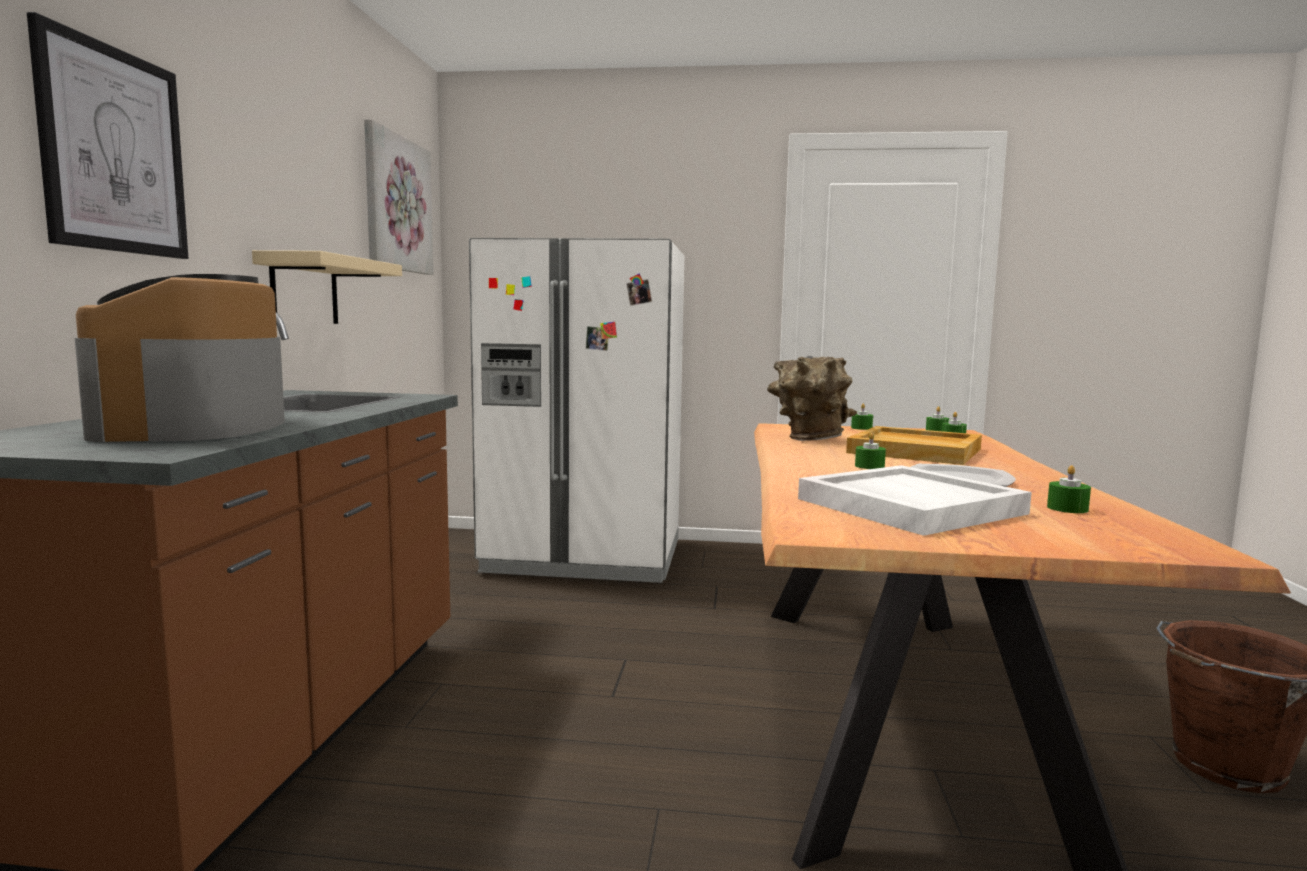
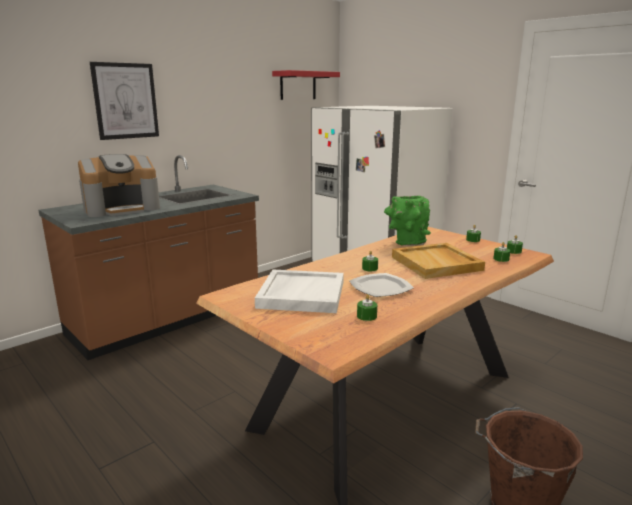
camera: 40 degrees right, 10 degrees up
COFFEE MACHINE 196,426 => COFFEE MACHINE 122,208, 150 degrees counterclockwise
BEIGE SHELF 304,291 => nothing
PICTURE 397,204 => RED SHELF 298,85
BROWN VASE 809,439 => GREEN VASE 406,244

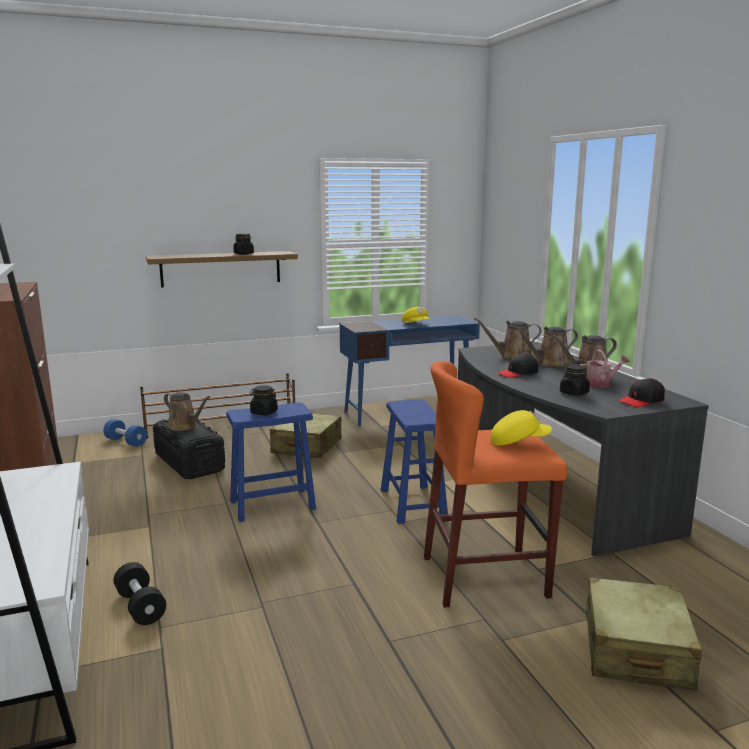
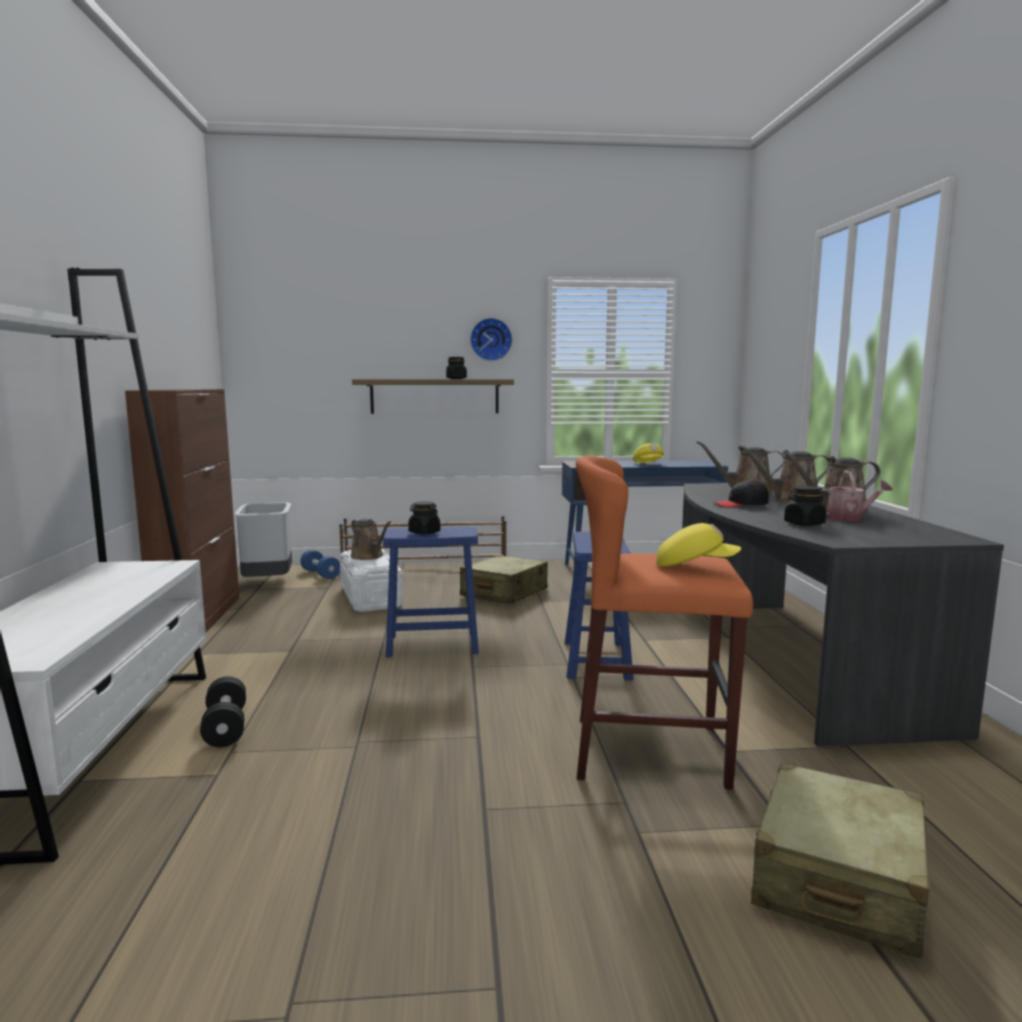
camera: 15 degrees right, 5 degrees down
BLACK STORAGE BOX 189,462 => WHITE STORAGE BOX 371,597
BLACK CAP 641,401 => nothing
nothing => GREY TRASH CAN 269,582
nothing => WALL CLOCK 491,339

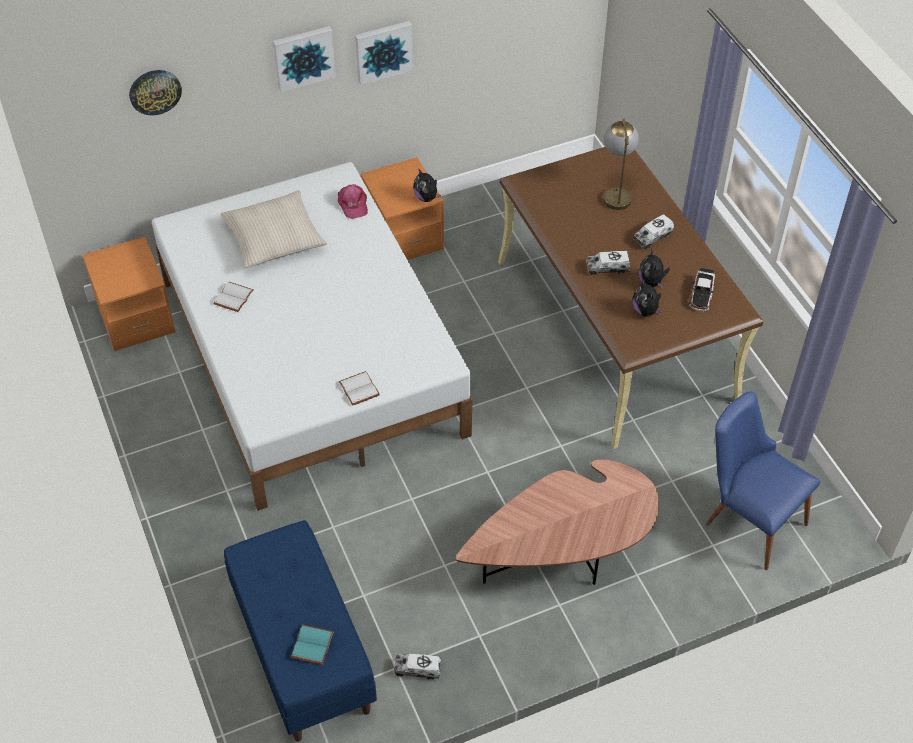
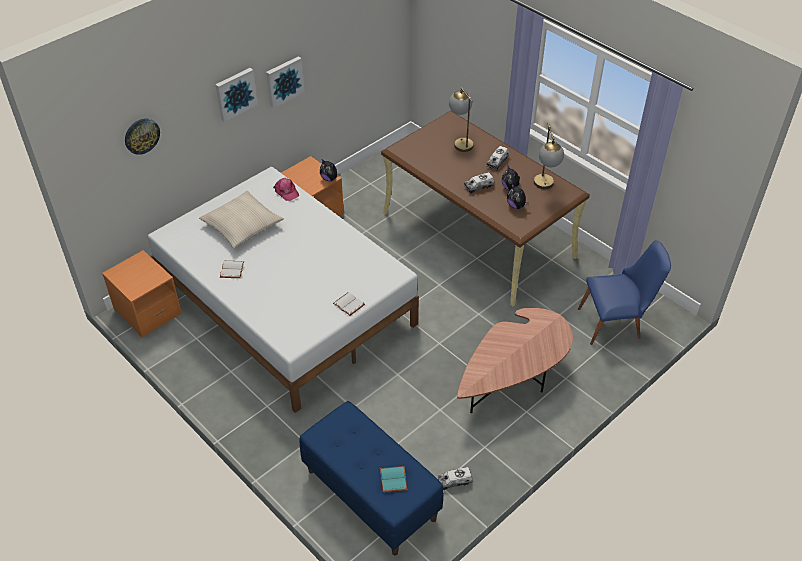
camera: 20 degrees left, 5 degrees down
TOY CAR 701,294 => TABLE LAMP 545,187
BLUE CHAIR 748,518 => BLUE CHAIR 616,324, 150 degrees clockwise

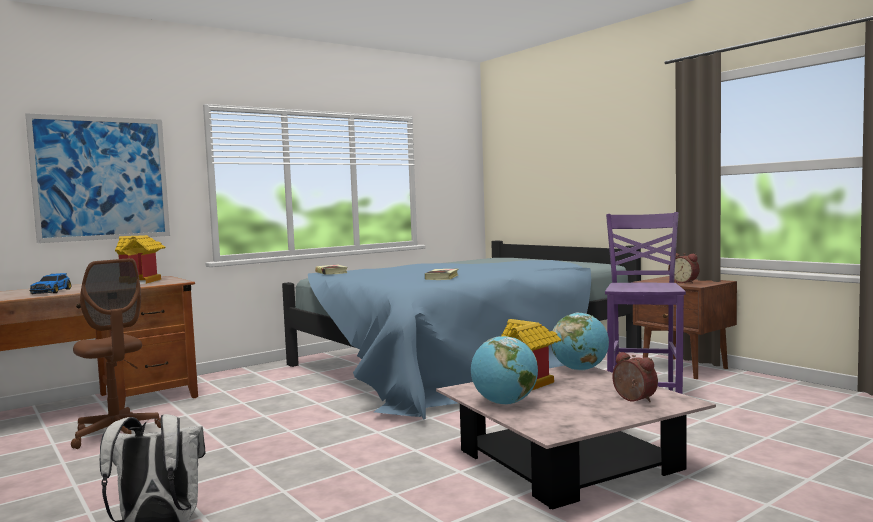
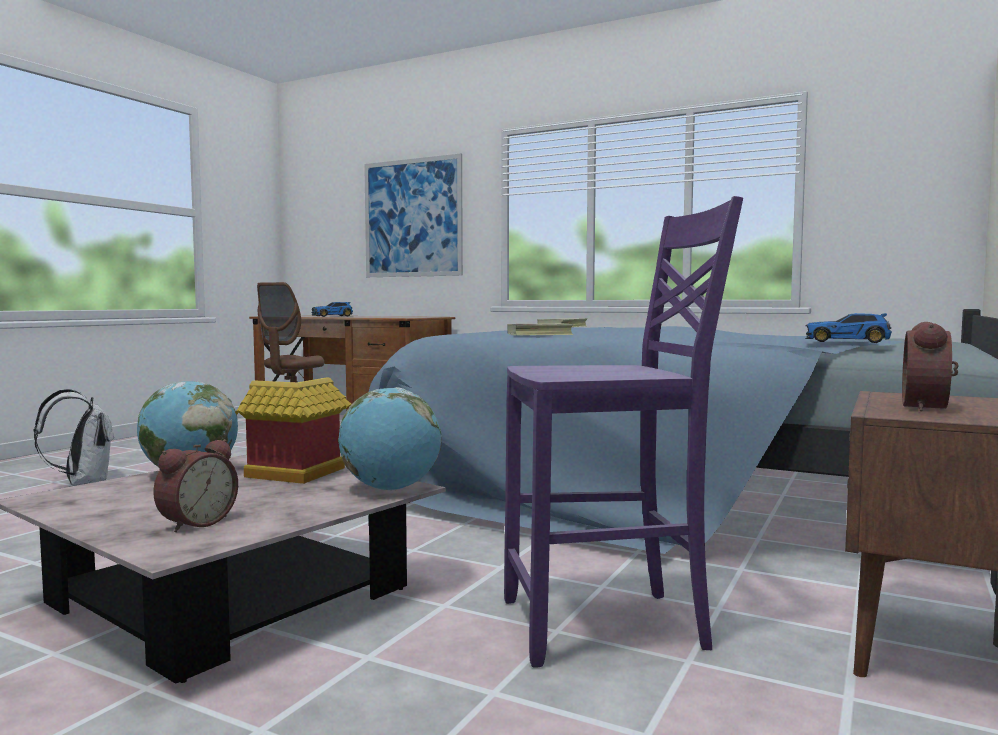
camera: 65 degrees right, 0 degrees up
TOY HOUSE 143,281 => nothing
nothing => TOY CAR 848,341

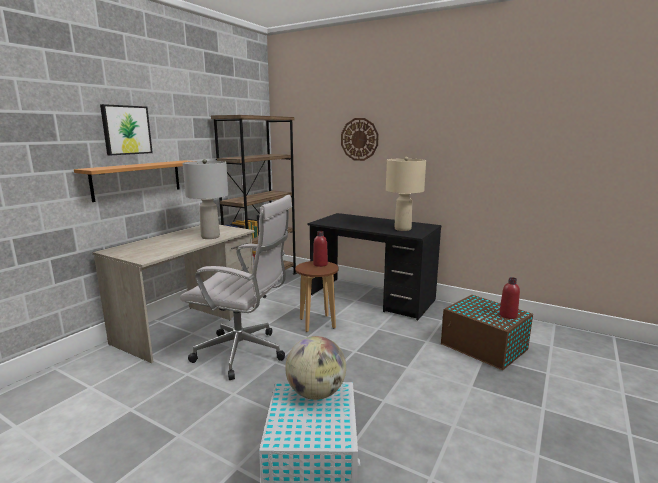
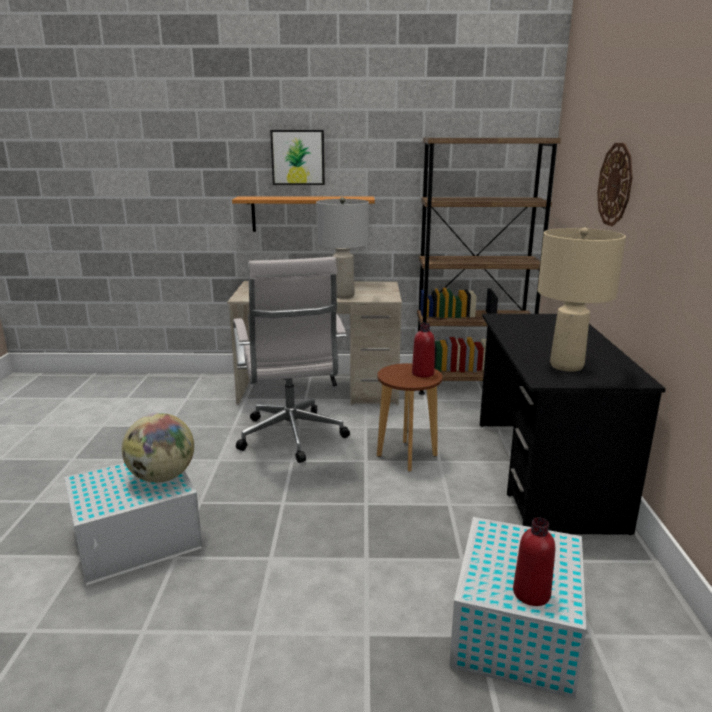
camera: 60 degrees right, 5 degrees up
BROWN STORAGE BOX 484,347 => WHITE STORAGE BOX 514,632

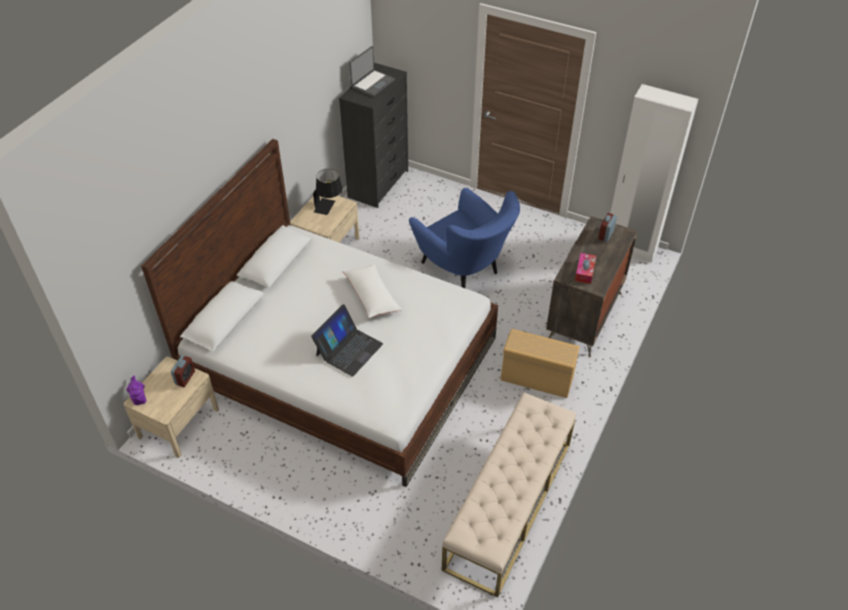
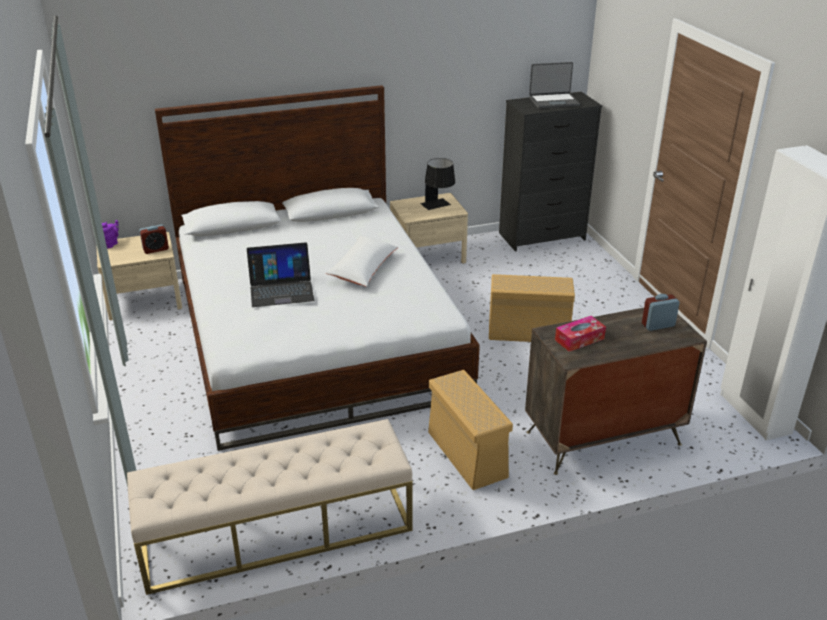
camera: 45 degrees right, 15 degrees down
BLUE ARMCHAIR 464,270 => BEIGE STORAGE BOX 527,333

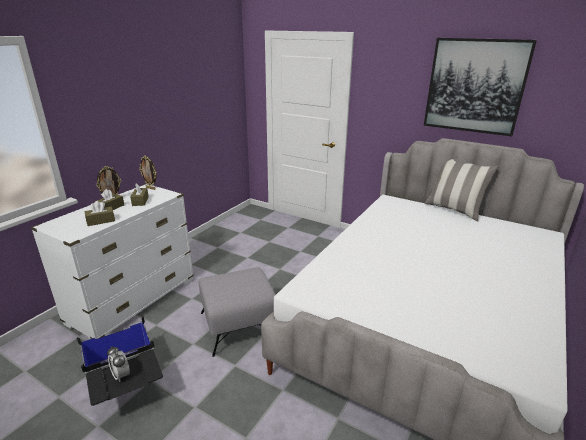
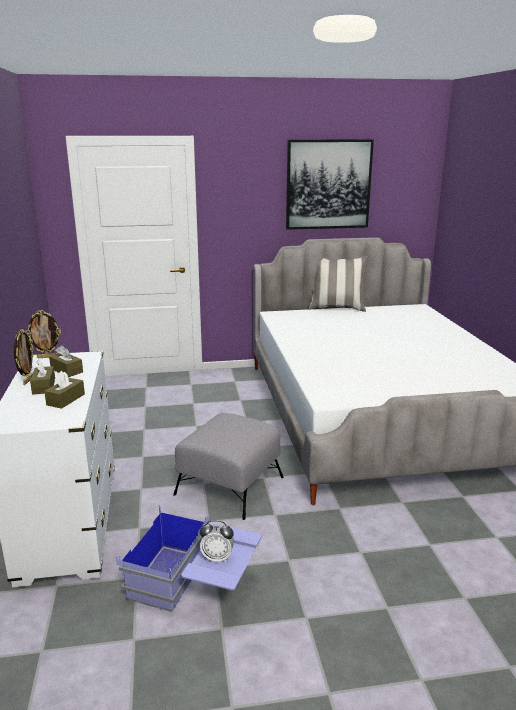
camera: 40 degrees left, 5 degrees down
BLACK STORAGE BOX 126,385 => BLUE STORAGE BOX 194,586

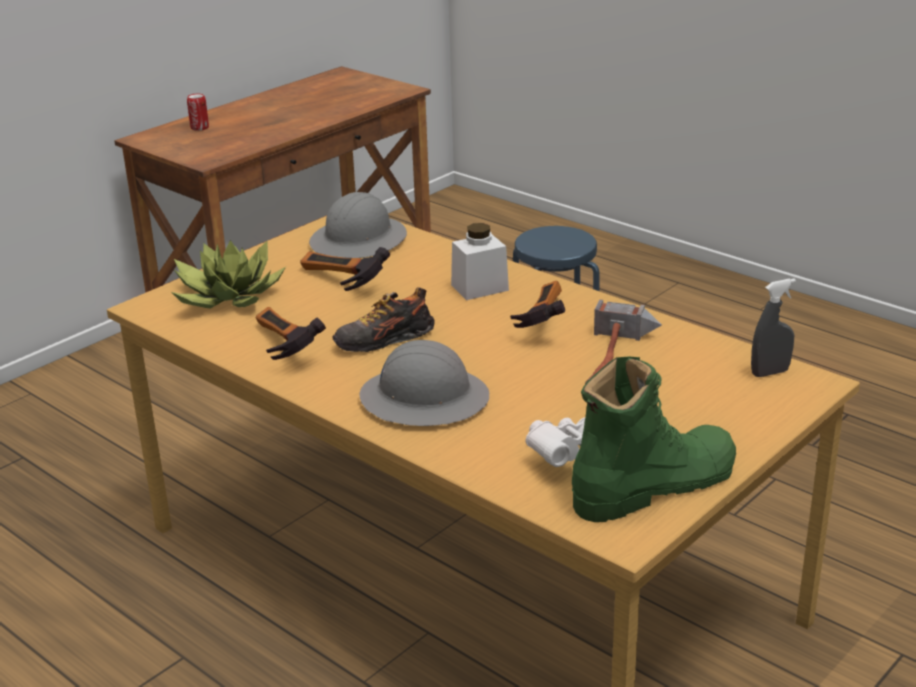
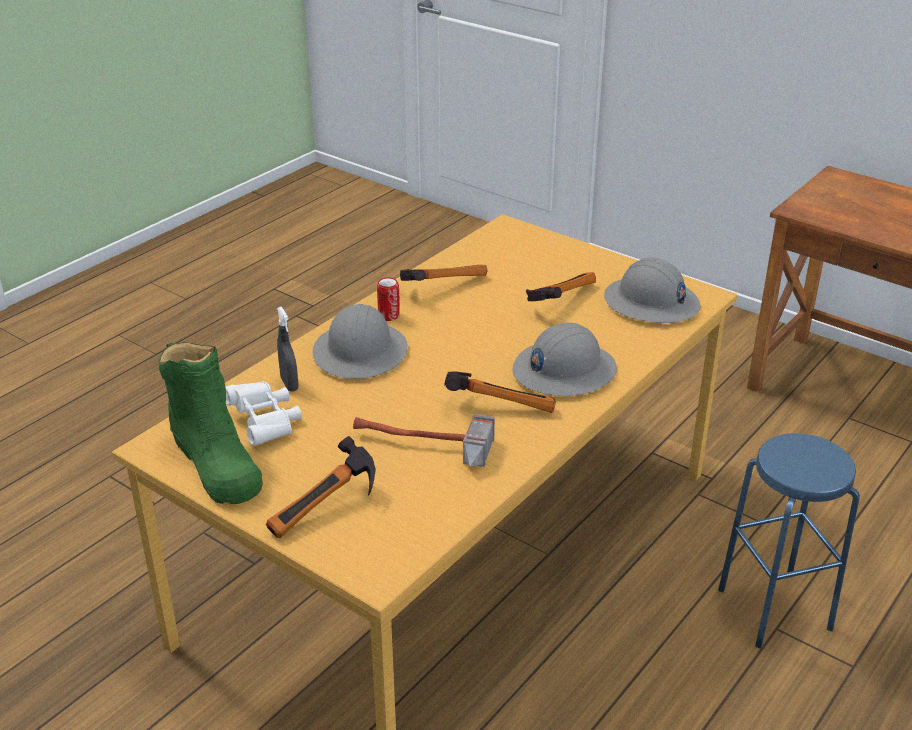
camera: 85 degrees right, 5 degrees up
POTTED PLANT 226,297 => nothing
CAN 199,127 => CAN 389,316, moved
SHOE 383,340 => nothing
WHITE JAR 479,288 => GREY HARD HAT 563,371
GREY SPRAY BOTTLE 770,372 => GREY SPRAY BOTTLE 289,384, moved
nothing => HAMMER 327,512

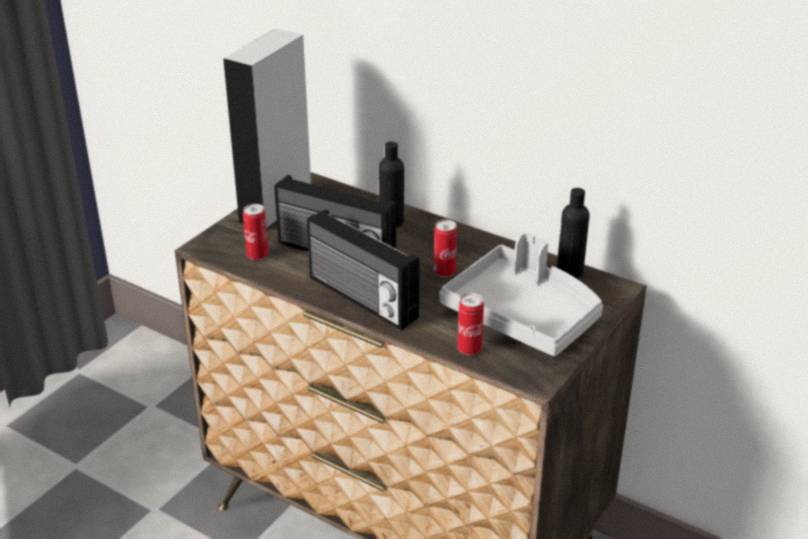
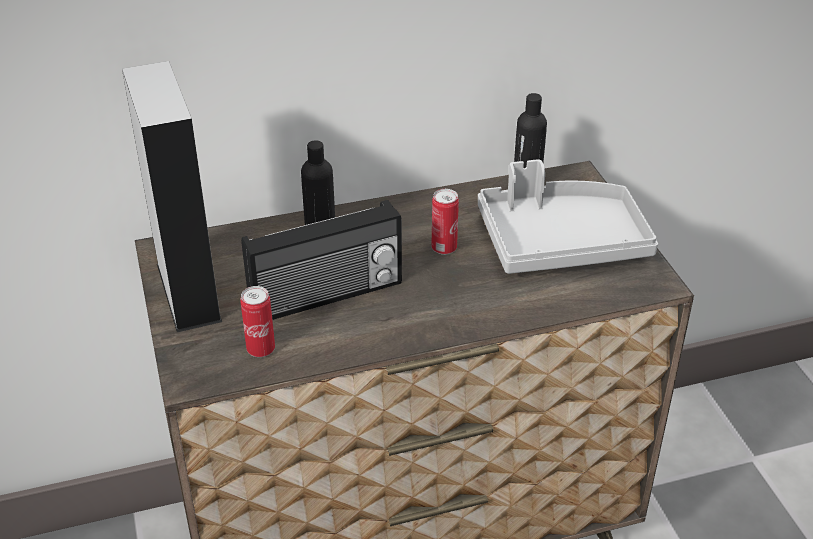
camera: 50 degrees left, 5 degrees up
RADIO 361,299 => nothing
CAN 469,349 => nothing

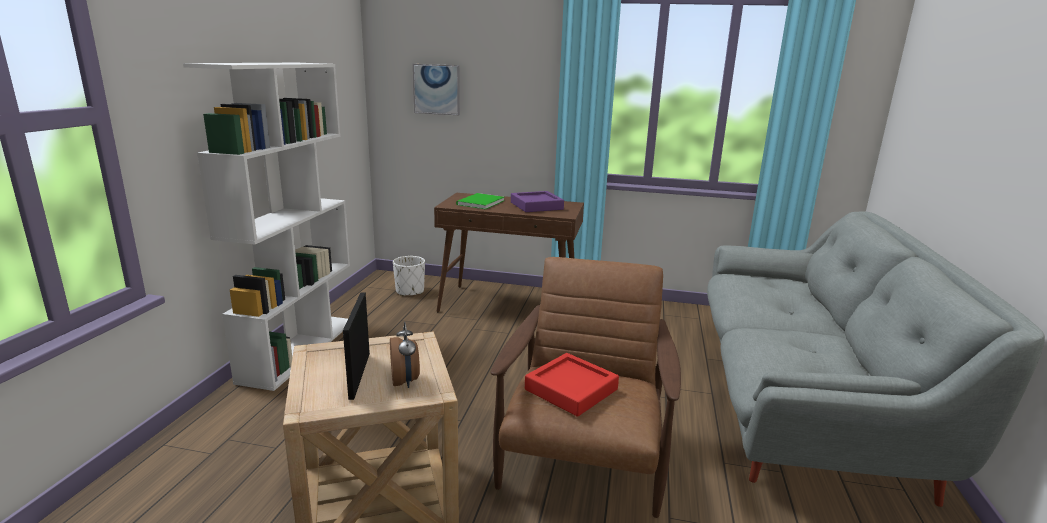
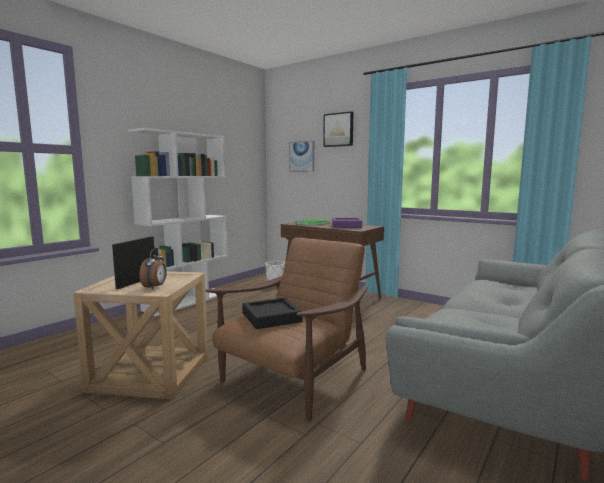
camera: 25 degrees right, 10 degrees down
RED TRAY 571,389 => BLACK TRAY 271,317
nothing => PICTURE 339,130

